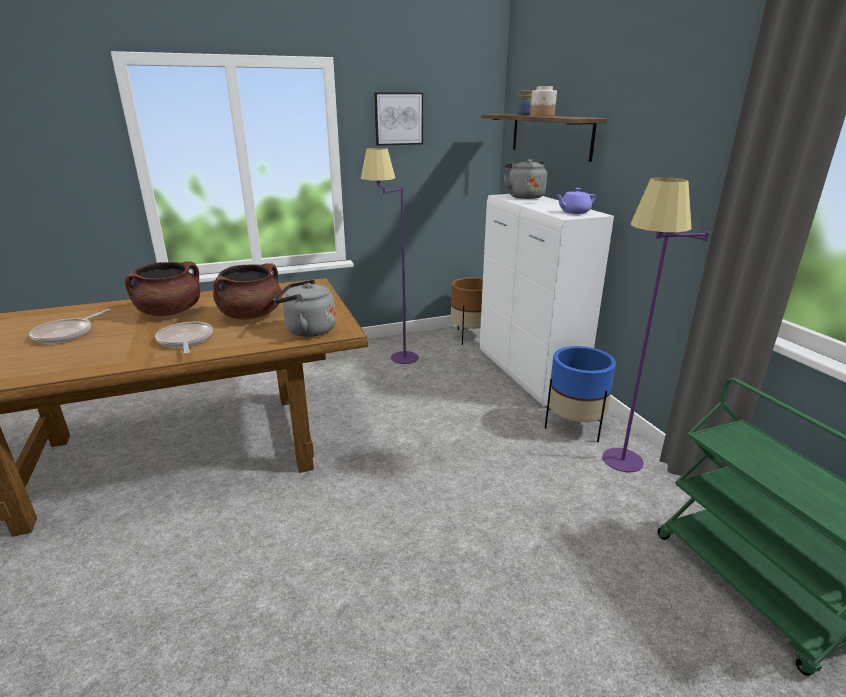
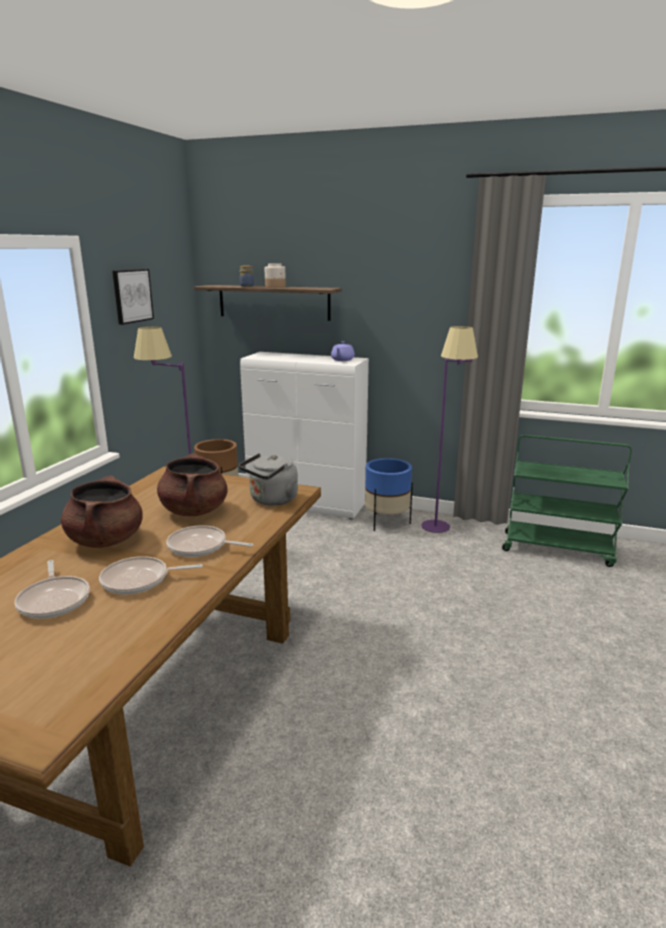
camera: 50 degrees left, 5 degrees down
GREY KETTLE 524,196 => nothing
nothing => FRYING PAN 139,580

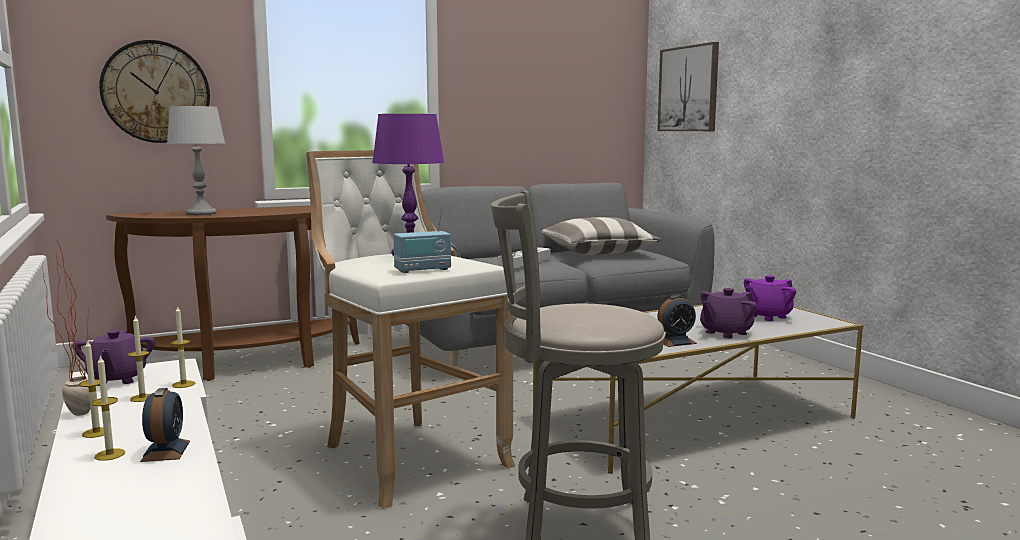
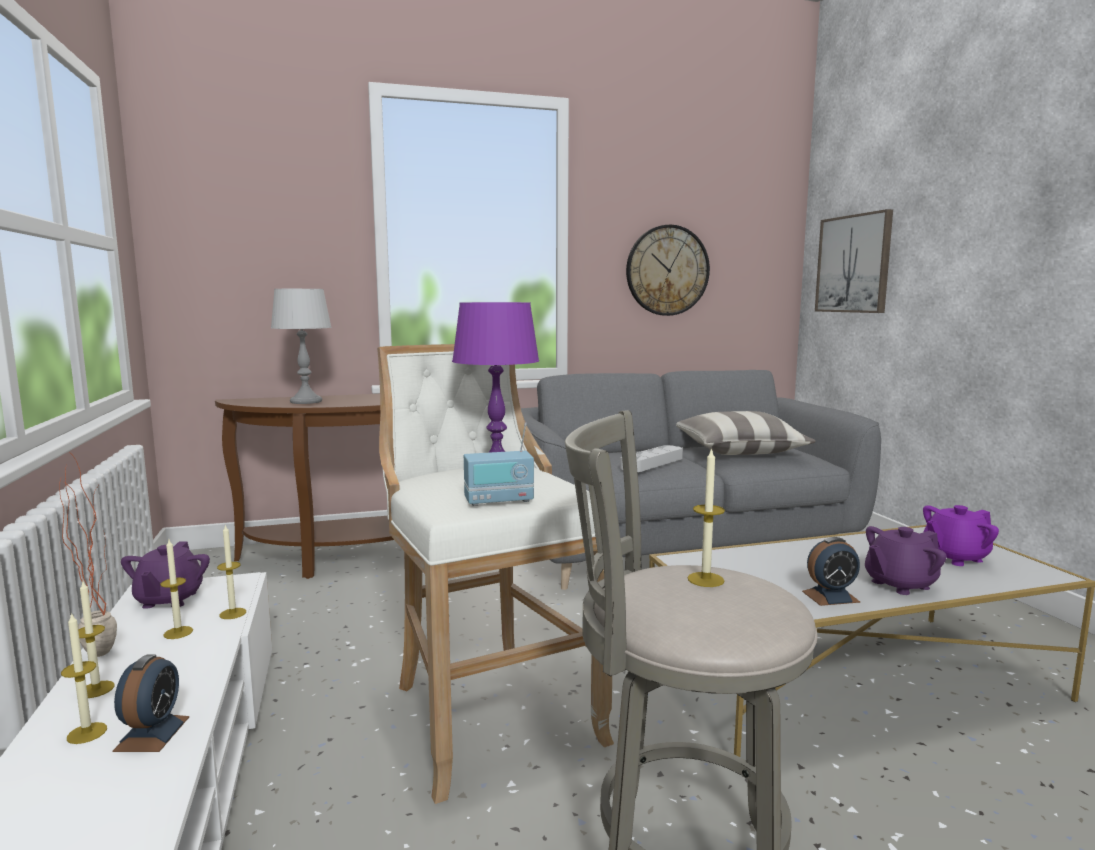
camera: 10 degrees right, 0 degrees up
WALL CLOCK 156,92 => WALL CLOCK 667,270, moved
nothing => CANDLE 705,579

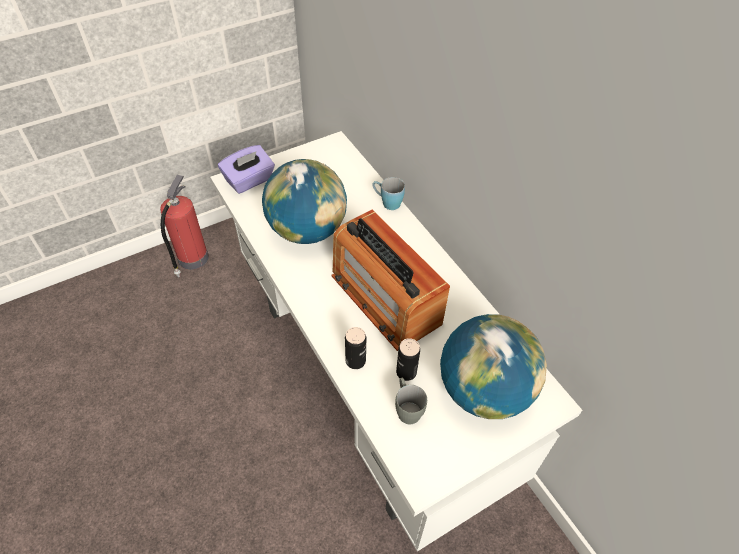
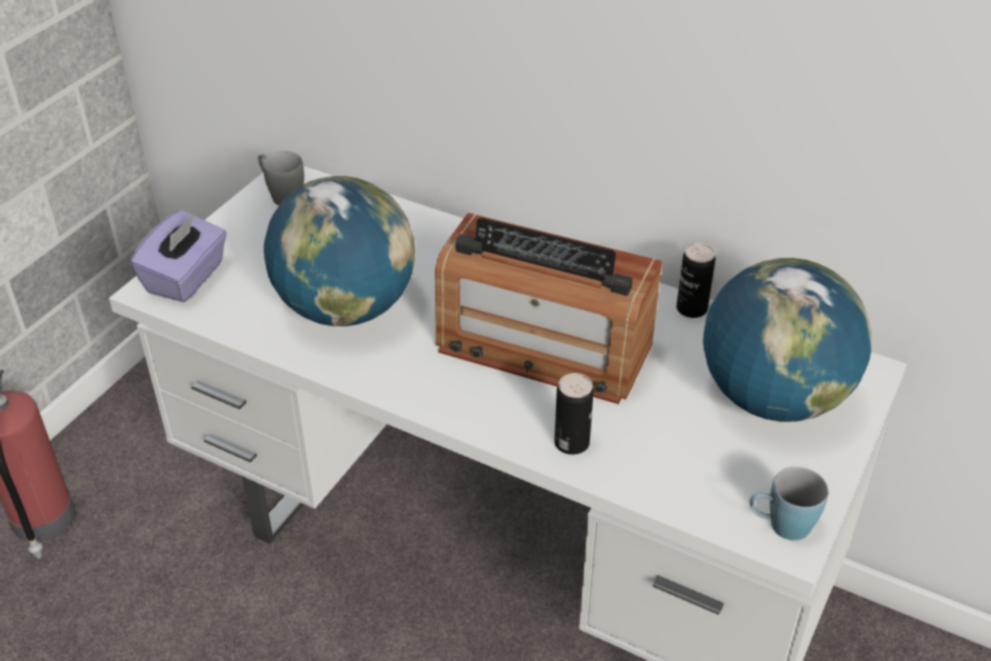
camera: 30 degrees left, 10 degrees down
BLUE MUG 387,202 => BLUE MUG 780,526, moved
GREY MUG 406,408 => GREY MUG 281,195, moved
CAN 406,372 => CAN 691,309, moved

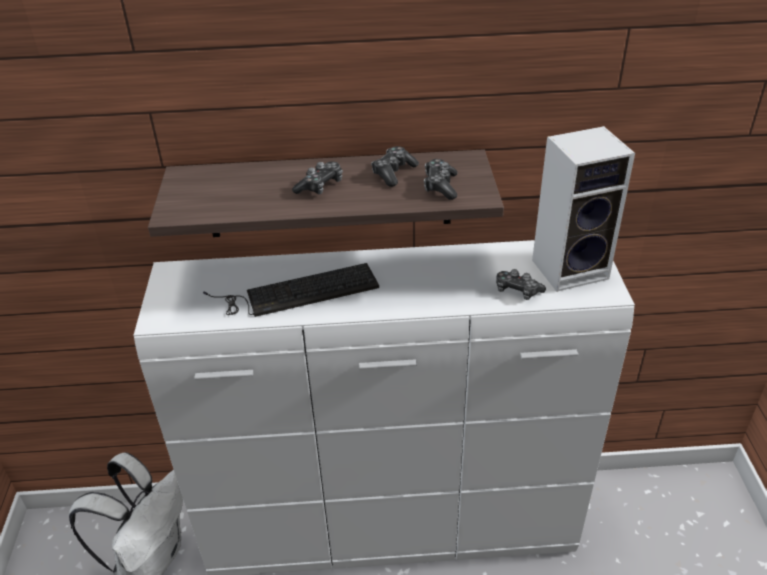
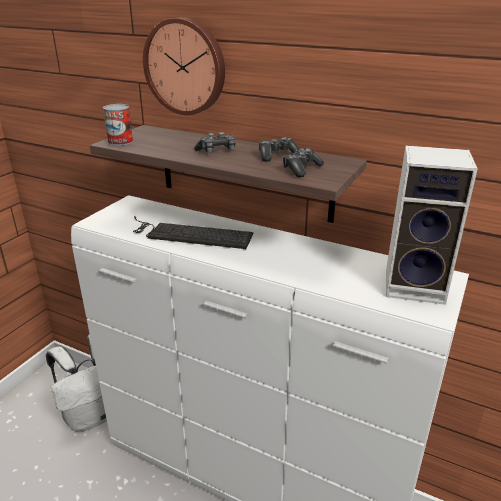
camera: 30 degrees right, 10 degrees down
GAME CONTROLLER 517,291 => nothing
nothing => CAN 120,141
nothing => WALL CLOCK 186,67

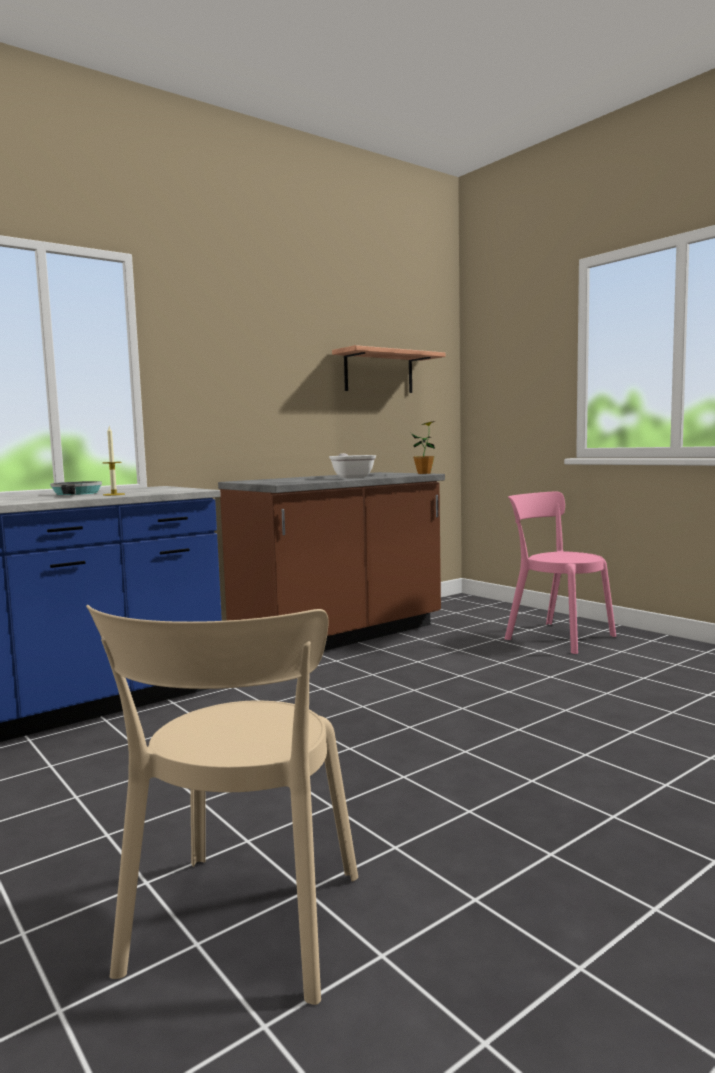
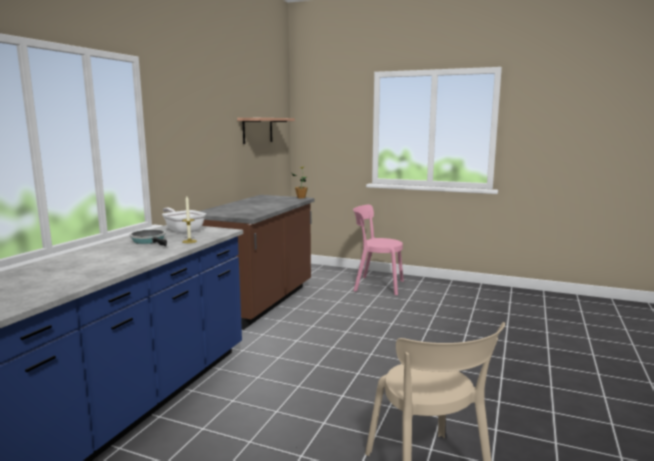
camera: 30 degrees left, 5 degrees up
FRYING PAN 352,477 => FRYING PAN 183,230, moved

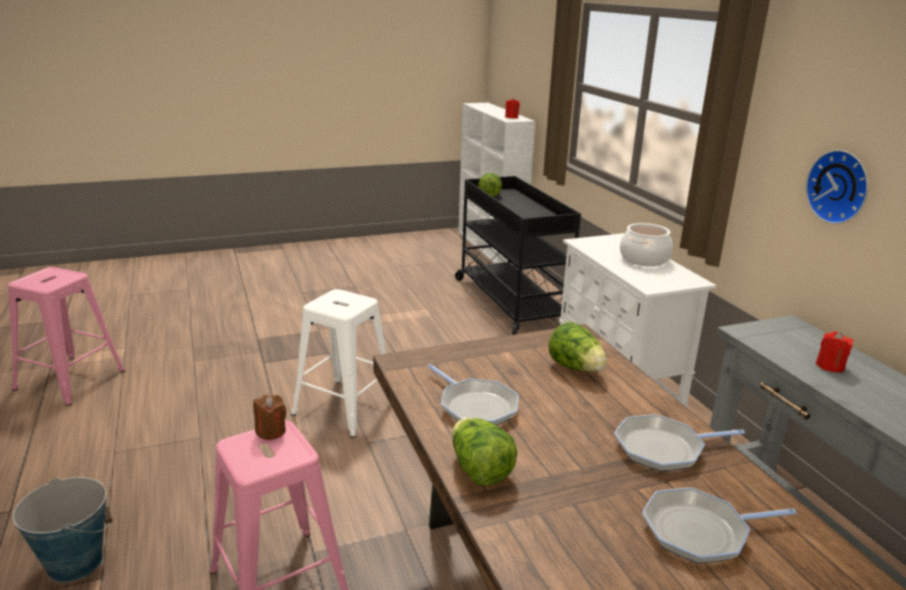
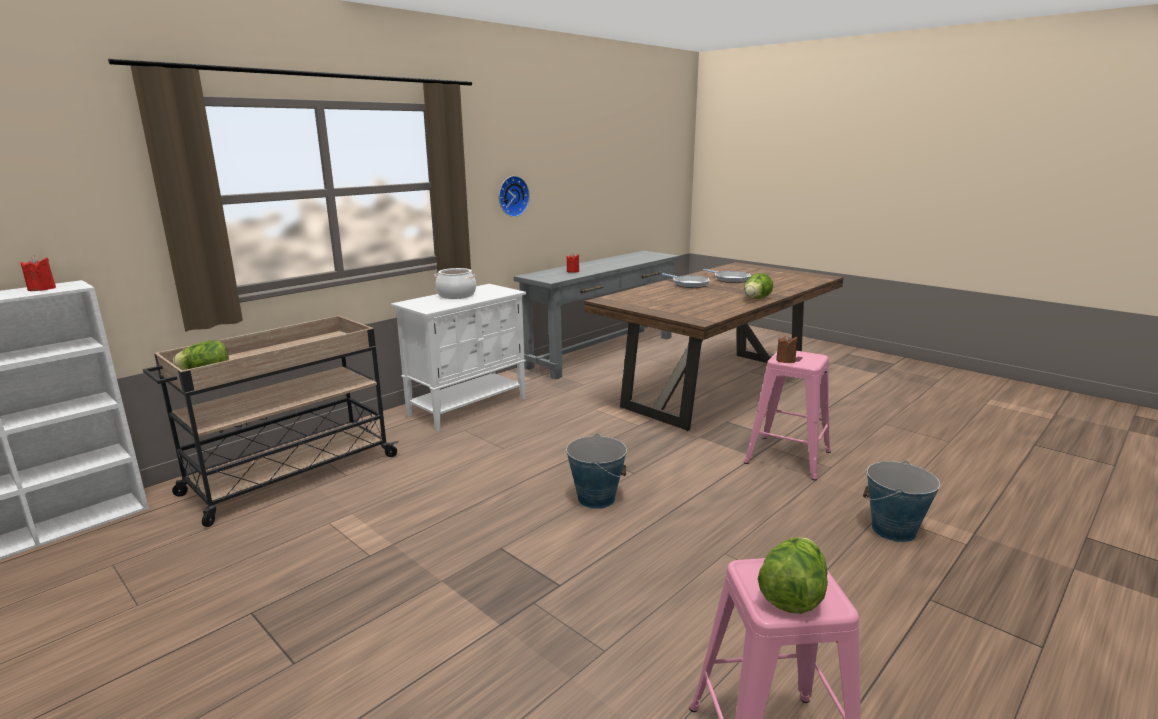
camera: 115 degrees left, 5 degrees down
WHITE STOOL 346,407 => BUCKET 596,498
FRYING PAN 475,406 => nothing
BLACK CART 510,301 => BEIGE CART 289,475
LETTUCE 576,368 => LETTUCE 792,595, moved

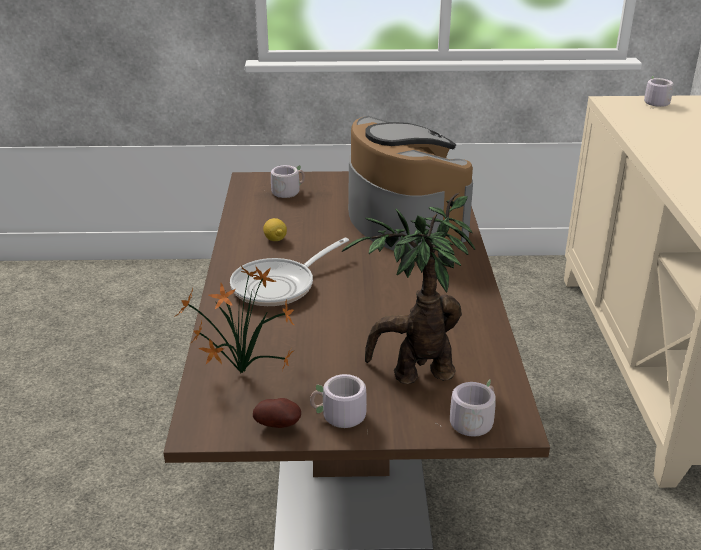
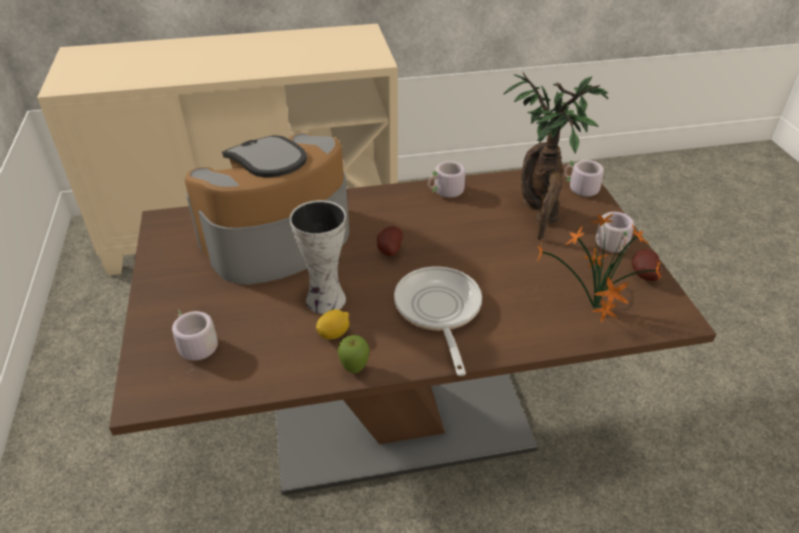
camera: 100 degrees left, 10 degrees up
FRYING PAN 279,286 => FRYING PAN 438,311, 135 degrees counterclockwise
GREY MUG 653,102 => GREY MUG 446,192, moved
nothing => VASE 324,300
nothing => APPLE 354,369
nothing => POTATO 388,251

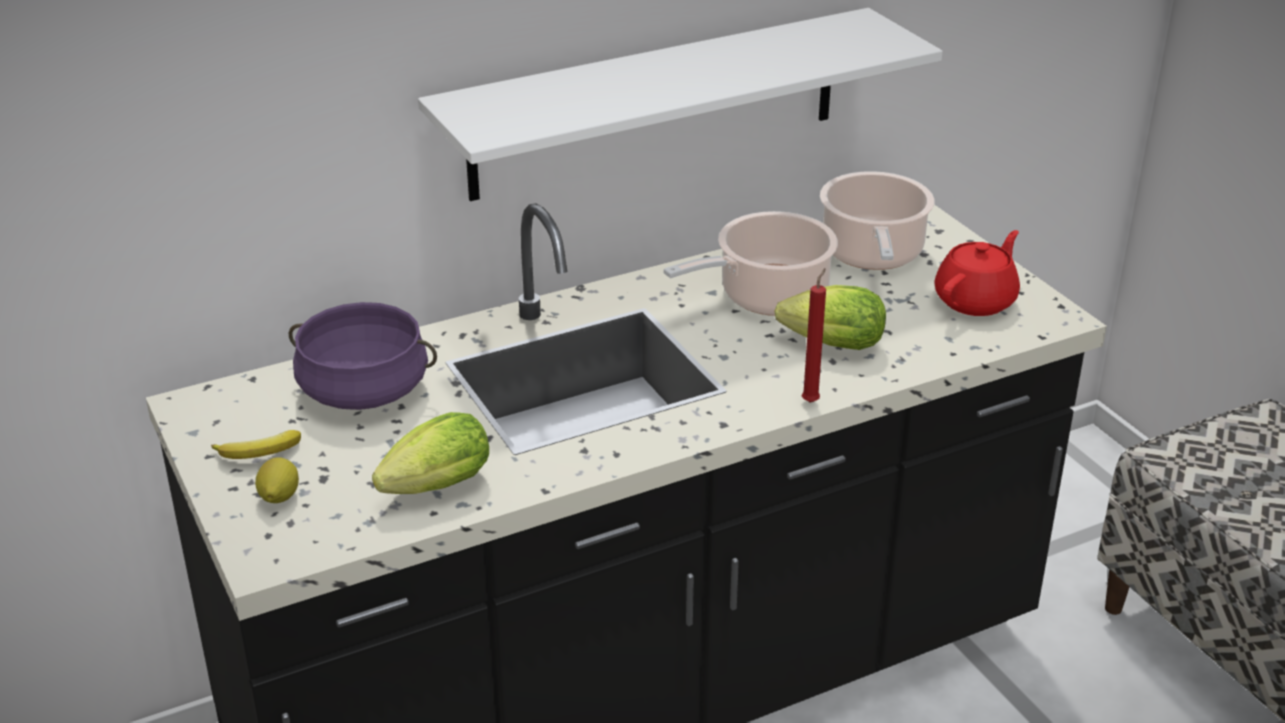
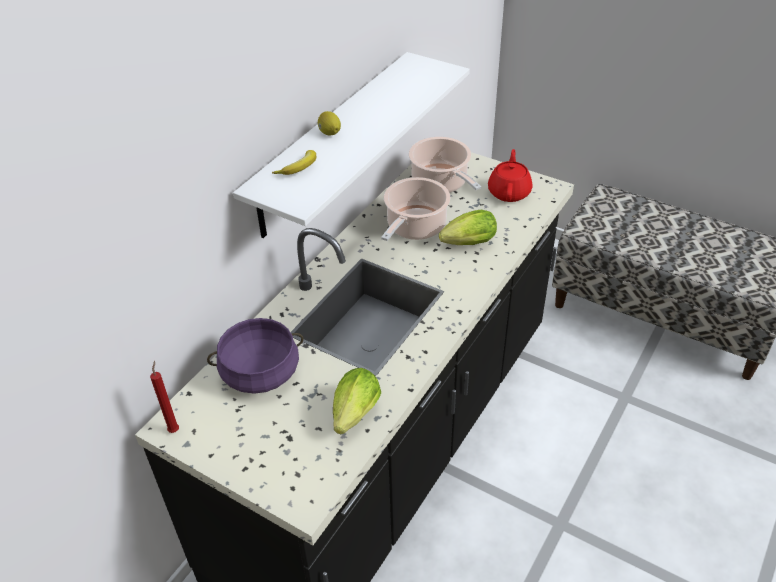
camera: 30 degrees left, 10 degrees up
BANANA 259,454 => BANANA 299,168, moved
LEMON 278,498 => LEMON 330,133, moved
RED CANDLE 811,401 => RED CANDLE 174,429, moved

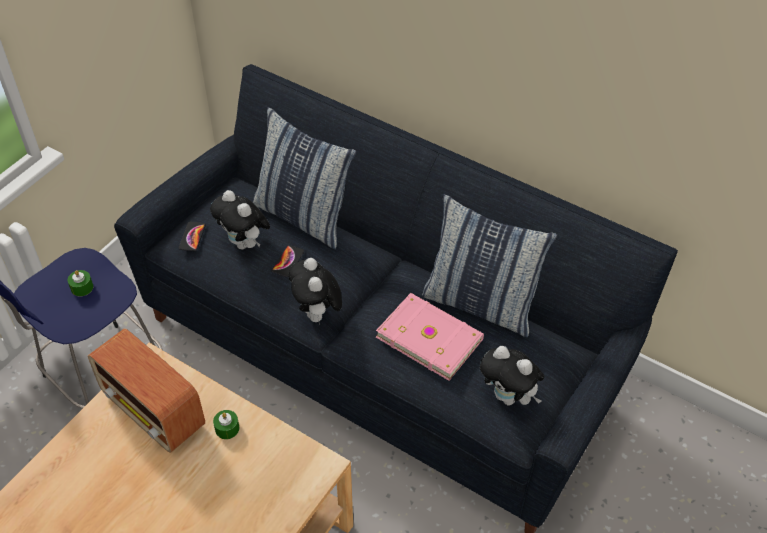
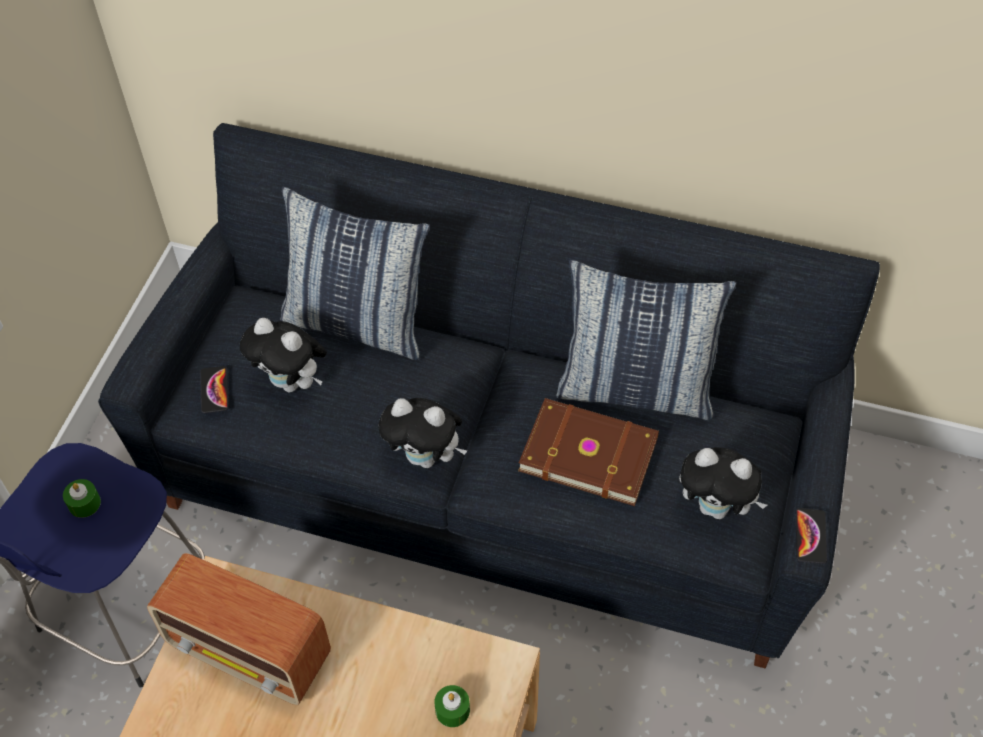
camera: 15 degrees left, 5 degrees up
GREEN CANDLE 227,428 => GREEN CANDLE 452,710, moved
PHONE 287,261 => PHONE 810,536, moved
PLUSH TOY 317,314 => PLUSH TOY 426,457, 45 degrees counterclockwise
PINK BOOK 430,337 => BROWN BOOK 588,452

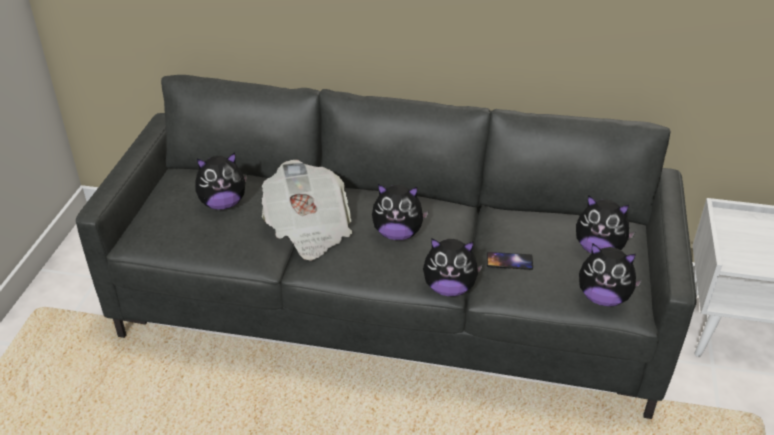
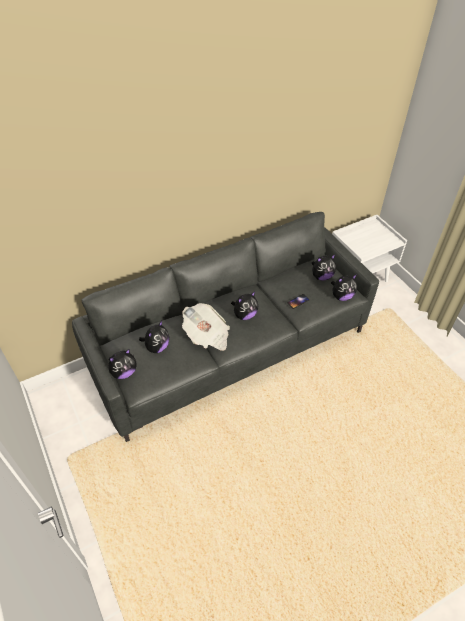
camera: 40 degrees left, 10 degrees up
PLUSH TOY 449,288 => PLUSH TOY 124,372, moved

